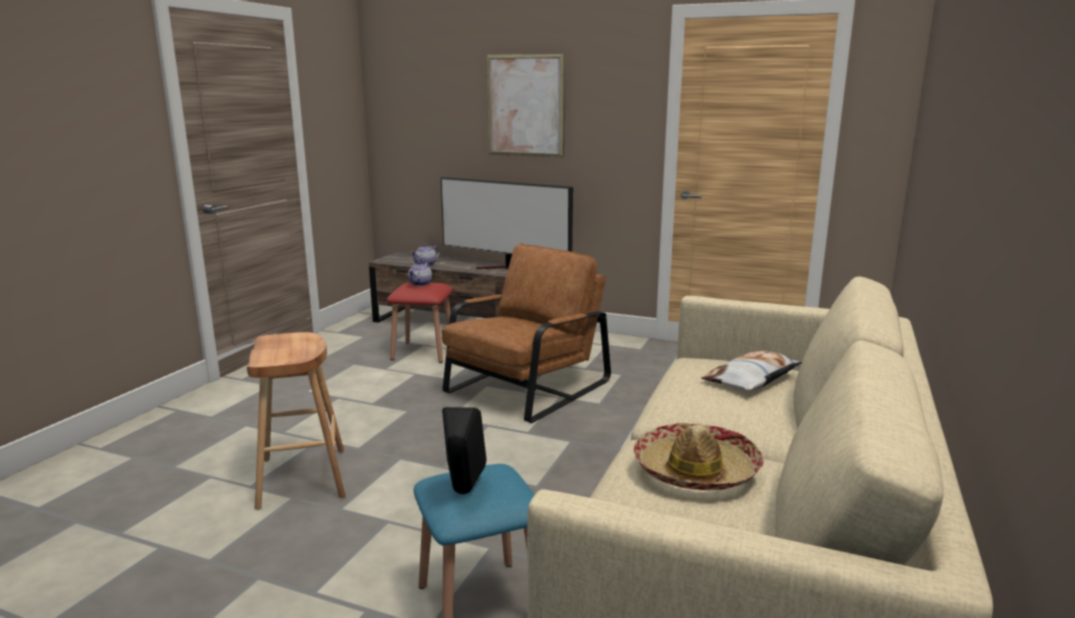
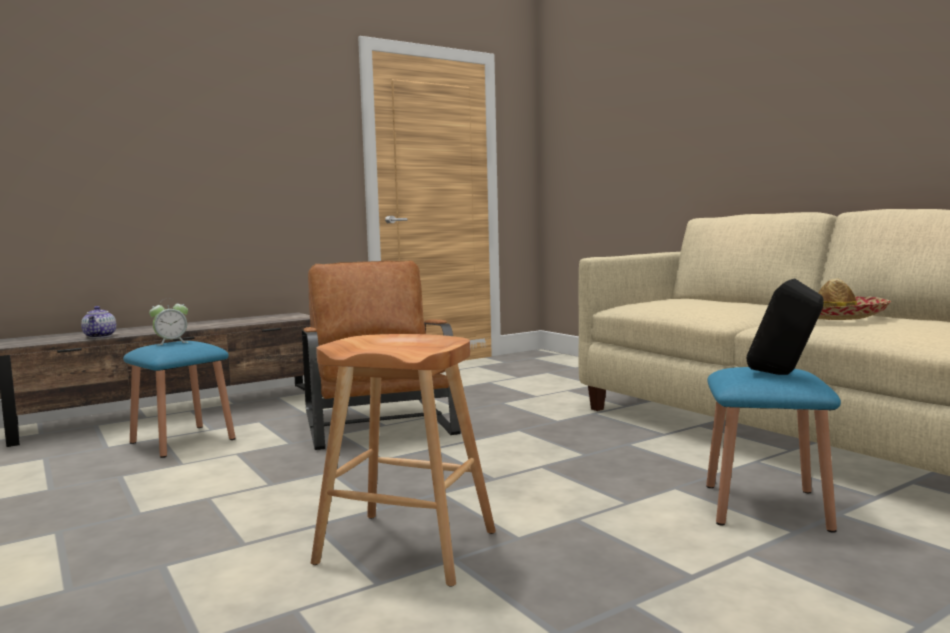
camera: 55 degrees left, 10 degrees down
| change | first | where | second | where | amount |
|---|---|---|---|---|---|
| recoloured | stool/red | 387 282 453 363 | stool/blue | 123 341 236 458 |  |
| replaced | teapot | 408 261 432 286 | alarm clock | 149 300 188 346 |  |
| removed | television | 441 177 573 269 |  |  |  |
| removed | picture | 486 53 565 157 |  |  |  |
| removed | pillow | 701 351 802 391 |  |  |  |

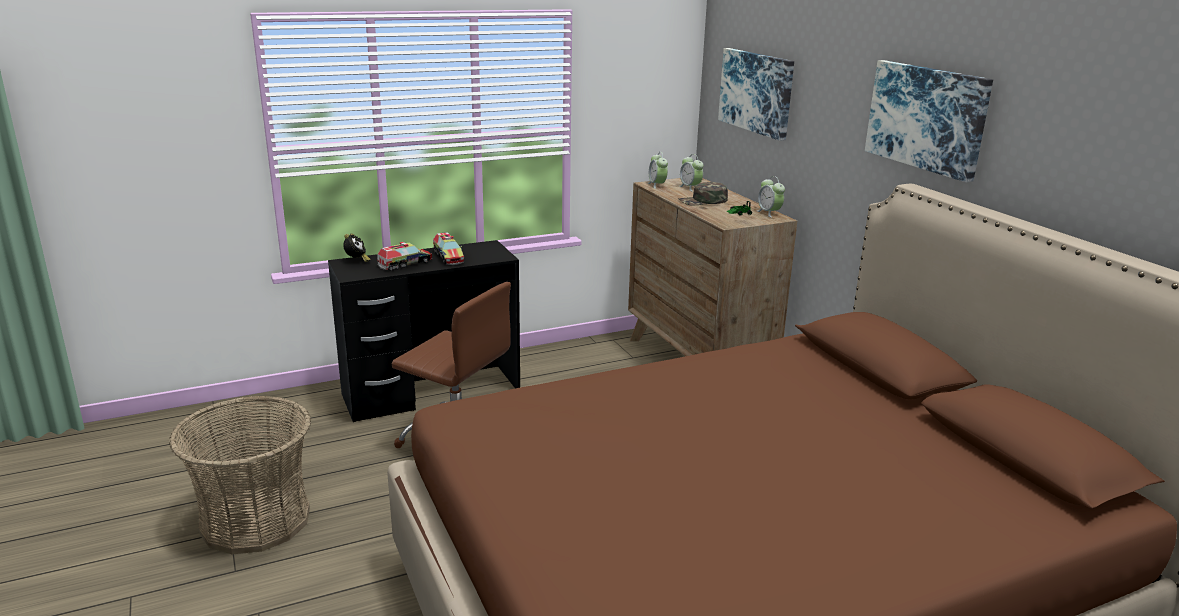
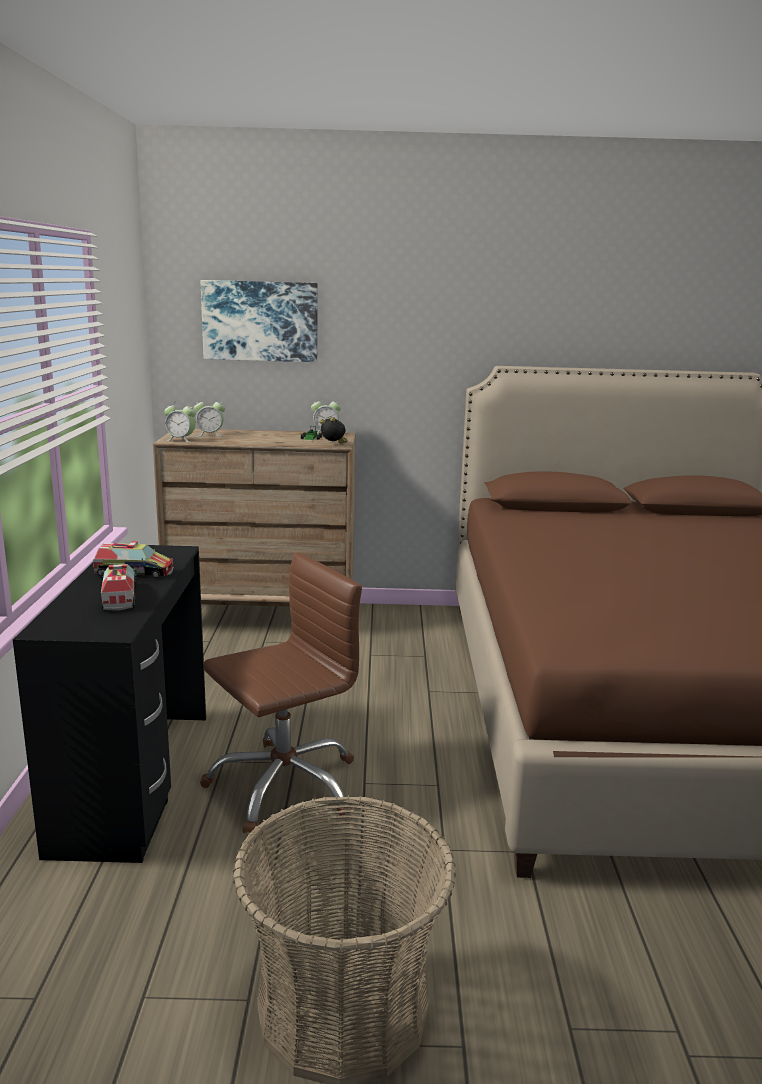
camera: 65 degrees left, 5 degrees down
| change | first | where | second | where | amount |
|---|---|---|---|---|---|
| moved | alarm clock | 343 233 371 262 |  | 320 417 348 443 |  |
| removed | cap/green | 678 182 728 206 |  |  |  |
| removed | picture | 865 60 993 183 |  |  |  |

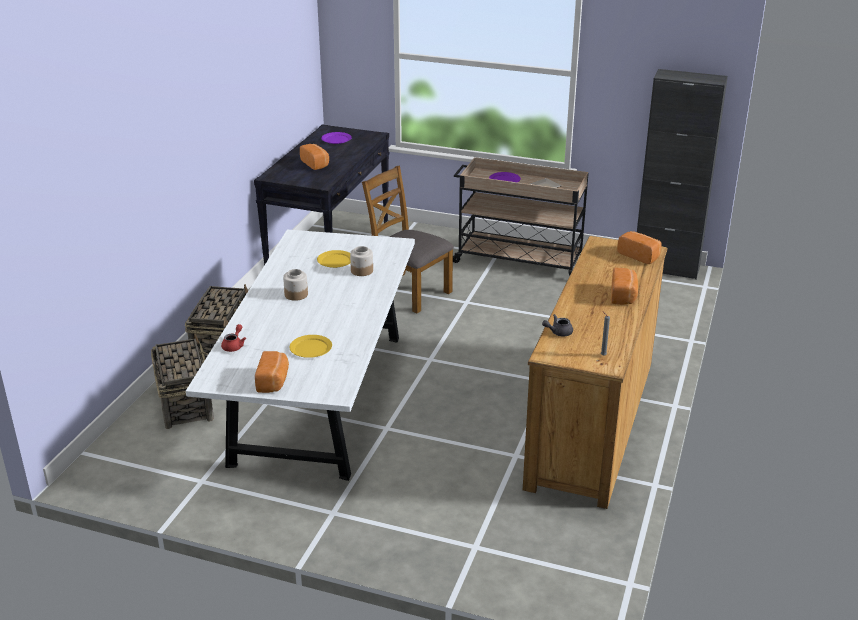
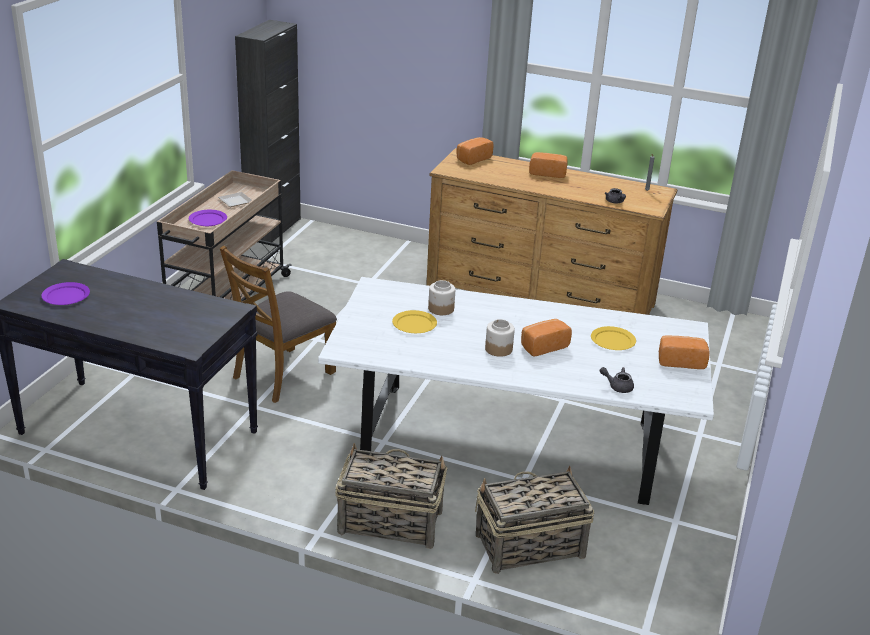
camera: 90 degrees left, 0 degrees up
| change | first | where | second | where | amount |
|---|---|---|---|---|---|
| recoloured | teapot/red | 221 324 246 352 | teapot/grey | 600 367 634 393 |  |
| moved | bread | 300 144 329 170 |  | 521 319 572 356 |  |

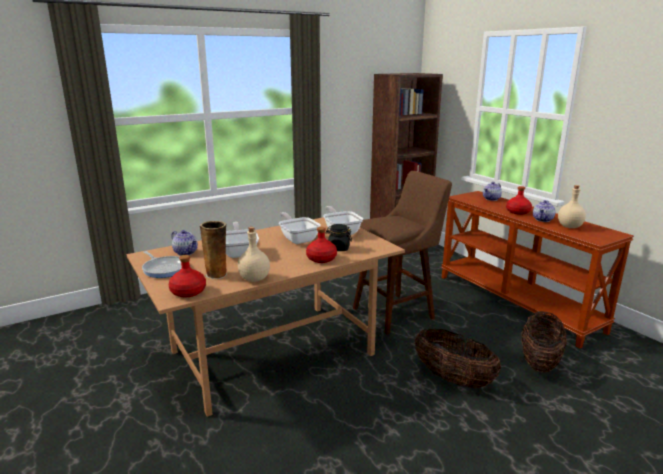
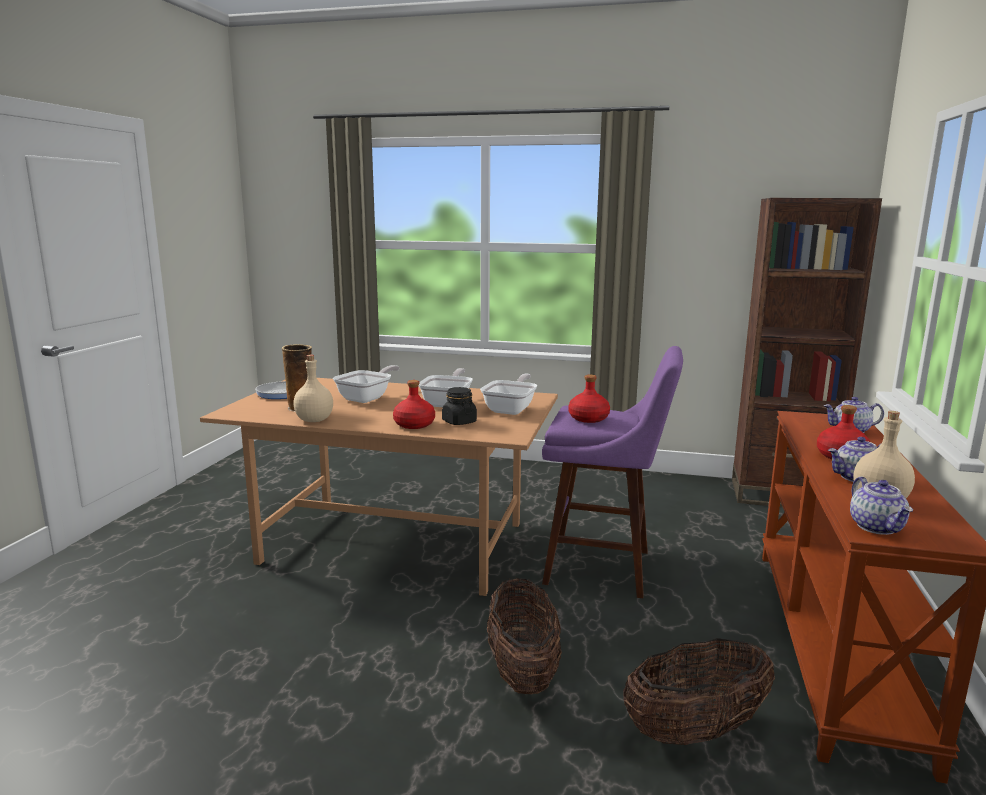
camera: 45 degrees right, 5 degrees down
| change | first | where | second | where | amount |
|---|---|---|---|---|---|
| moved | bottle/red | 169 255 206 297 |  | 568 375 610 423 |  |
| moved | teapot | 171 230 198 256 |  | 850 477 913 535 |  |
| recoloured | stool/brown | 353 171 452 335 | stool/purple | 542 346 683 598 |  |

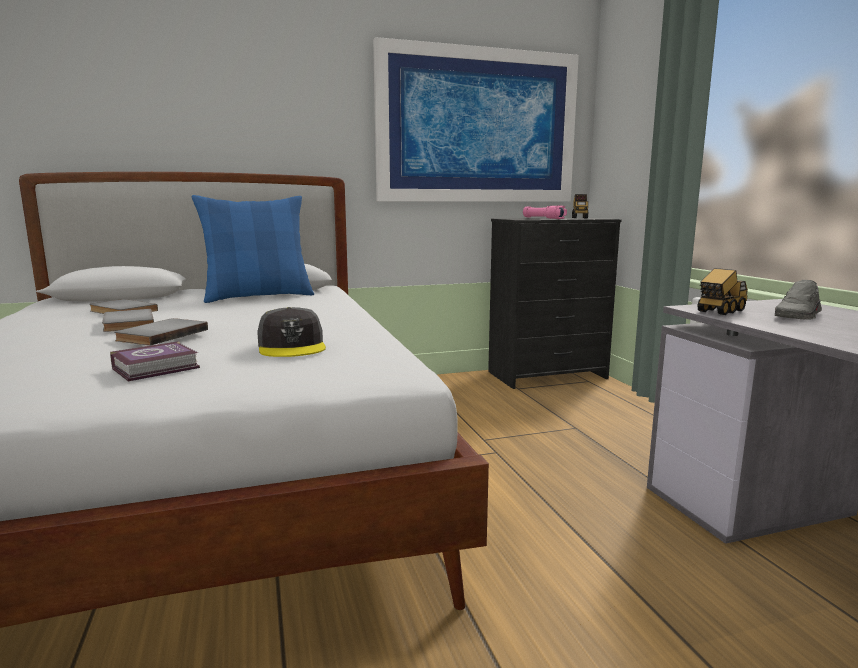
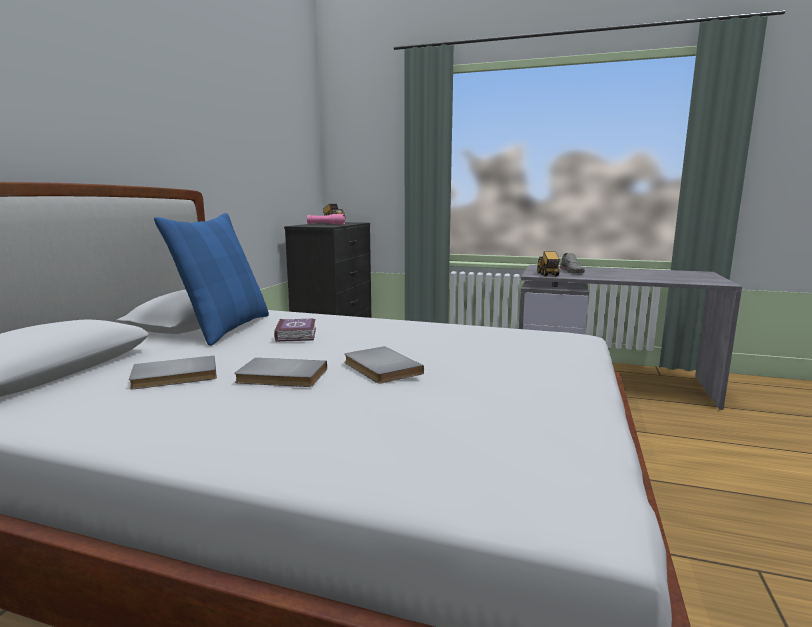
camera: 55 degrees left, 0 degrees up
| change | first | where | second | where | amount |
|---|---|---|---|---|---|
| moved | book | 110 341 200 381 |  | 274 319 316 342 |  |
| removed | cap/grey | 257 307 326 357 |  |  |  |
| removed | picture | 373 37 579 202 |  |  |  |

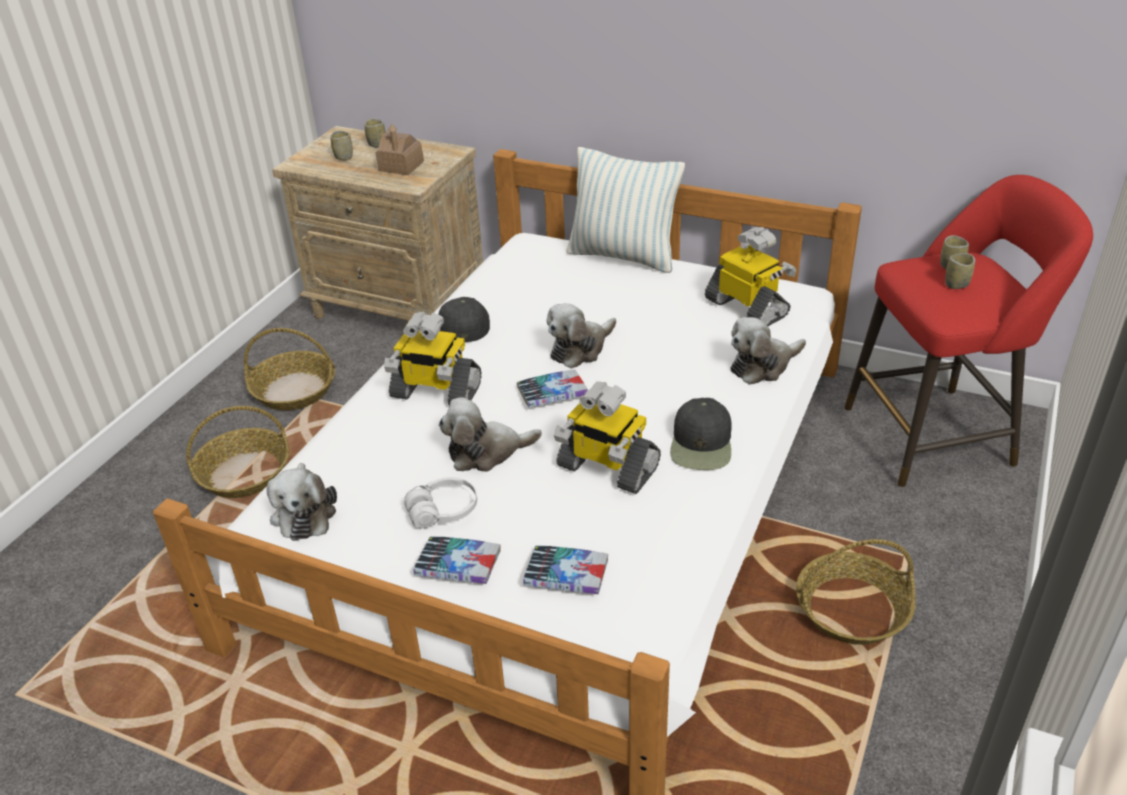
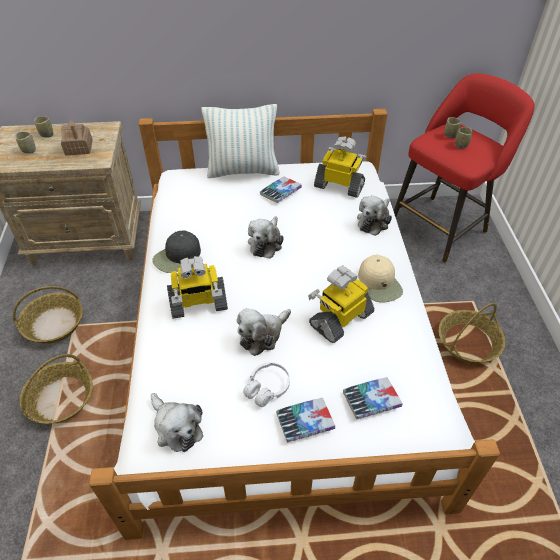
camera: 30 degrees left, 10 degrees up
| change | first | where | second | where | amount |
|---|---|---|---|---|---|
| moved | book | 517 369 588 408 |  | 260 177 302 203 |  |
| turned | toy robot | 554 382 661 494 |  | 308 265 374 343 | 135 degrees clockwise |
| recoloured | cap/black | 670 398 732 470 | cap/beige | 358 255 403 302 |  |

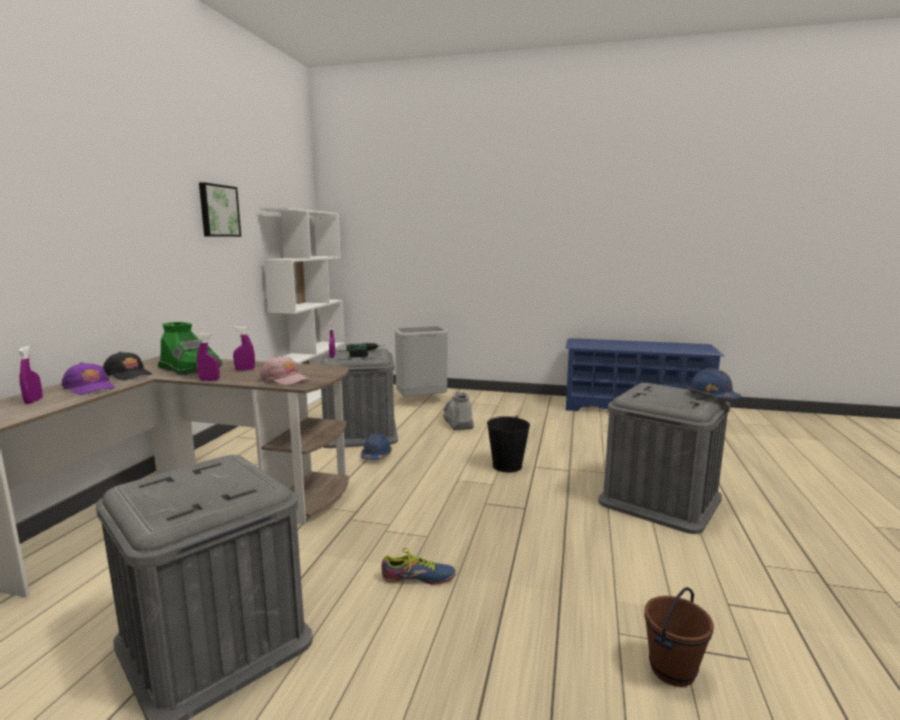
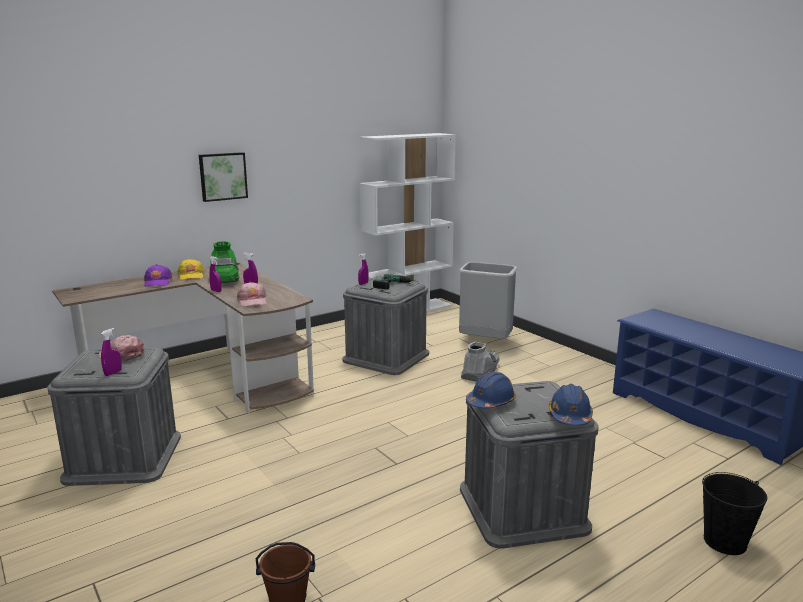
camera: 40 degrees right, 5 degrees up
| change | first | where | second | where | amount |
|---|---|---|---|---|---|
| moved | spray bottle/purple | 18 345 42 404 |  | 101 328 122 376 |  |
| recoloured | cap/black | 103 352 152 380 | cap/yellow | 177 259 204 280 |  |
| moved | picture | 199 182 241 237 |  | 199 152 248 202 |  |
| moved | hard hat/blue | 361 433 392 460 |  | 466 372 516 409 |  |
| removed | shoe | 381 548 456 584 |  |  |  |
| moved | bucket/black | 487 416 530 472 |  | 702 472 767 555 |  |
| added |  |  | cap/pink | 99 335 144 361 |  |

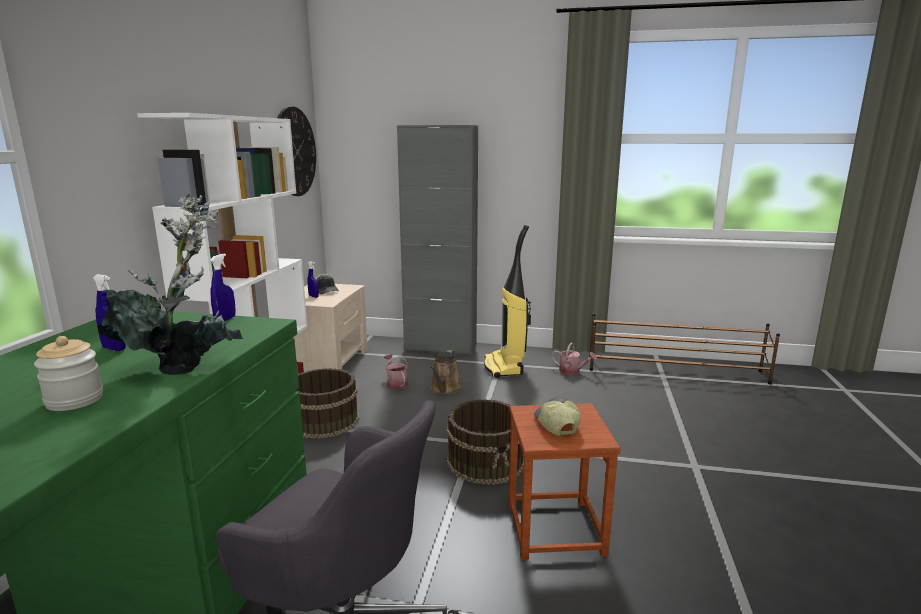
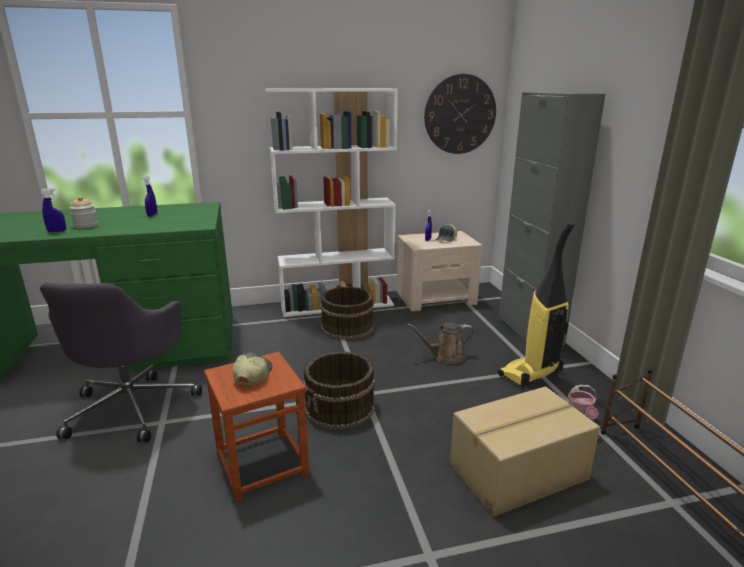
camera: 65 degrees right, 5 degrees up
| change | first | where | second | where | amount |
|---|---|---|---|---|---|
| removed | potted plant | 97 194 243 375 |  |  |  |
| moved | spray bottle/blue | 210 253 236 321 |  | 40 188 66 232 |  |
| removed | watering can | 384 354 408 390 |  |  |  |
| turned | cap | 534 397 581 436 |  | 233 352 272 386 | 45 degrees counterclockwise |
| added |  |  | cardboard box | 450 386 600 517 |  |

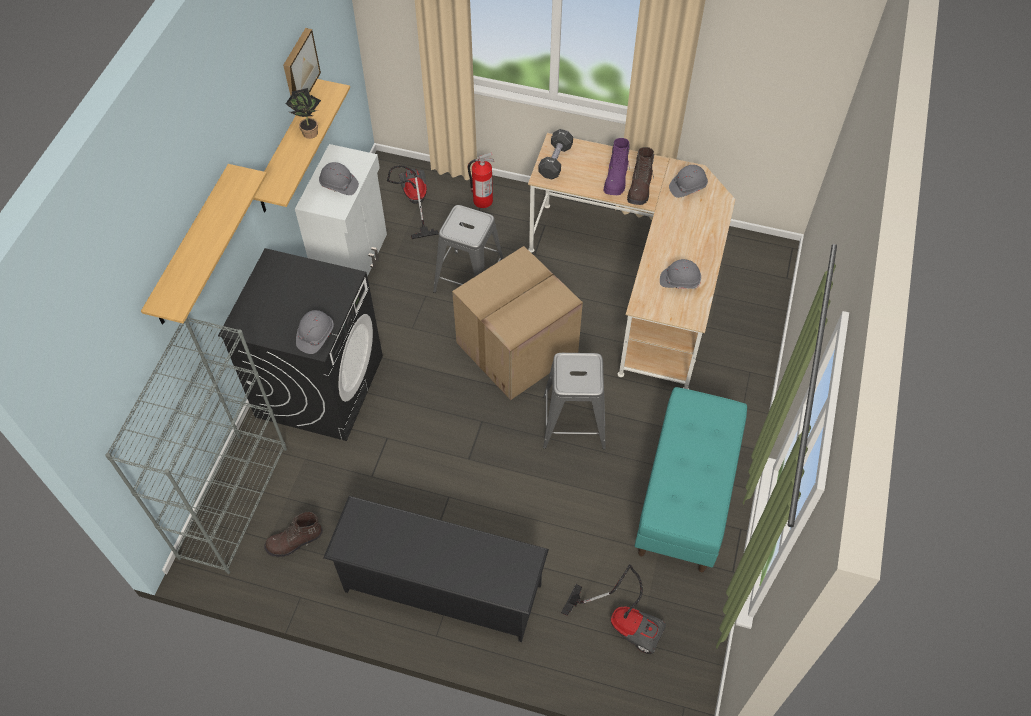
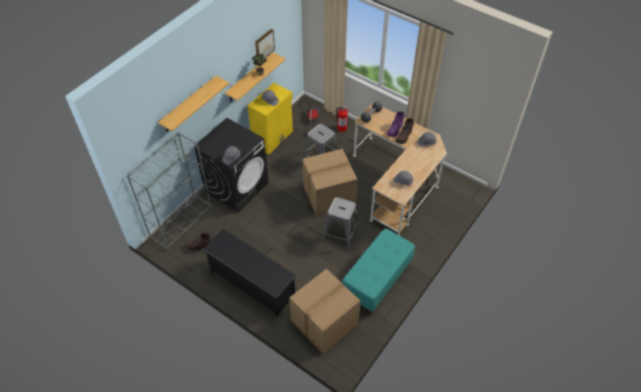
camera: 20 degrees right, 5 degrees down
| change | first | where | second | where | amount |
|---|---|---|---|---|---|
| recoloured | cabinet/white | 295 144 387 277 | cabinet/yellow | 247 83 293 155 |  |
| replaced | vacuum cleaner | 561 564 666 654 | cardboard box | 289 269 361 354 |  |

